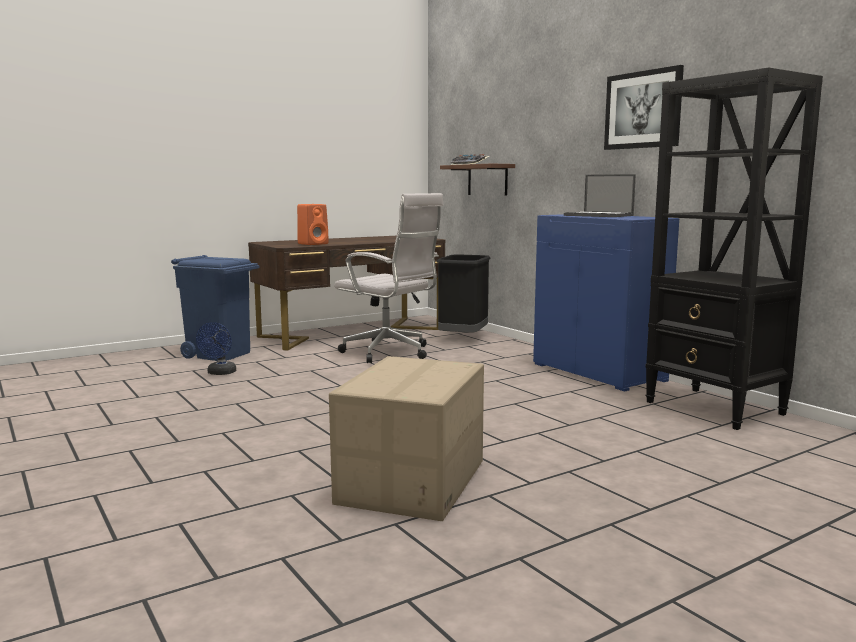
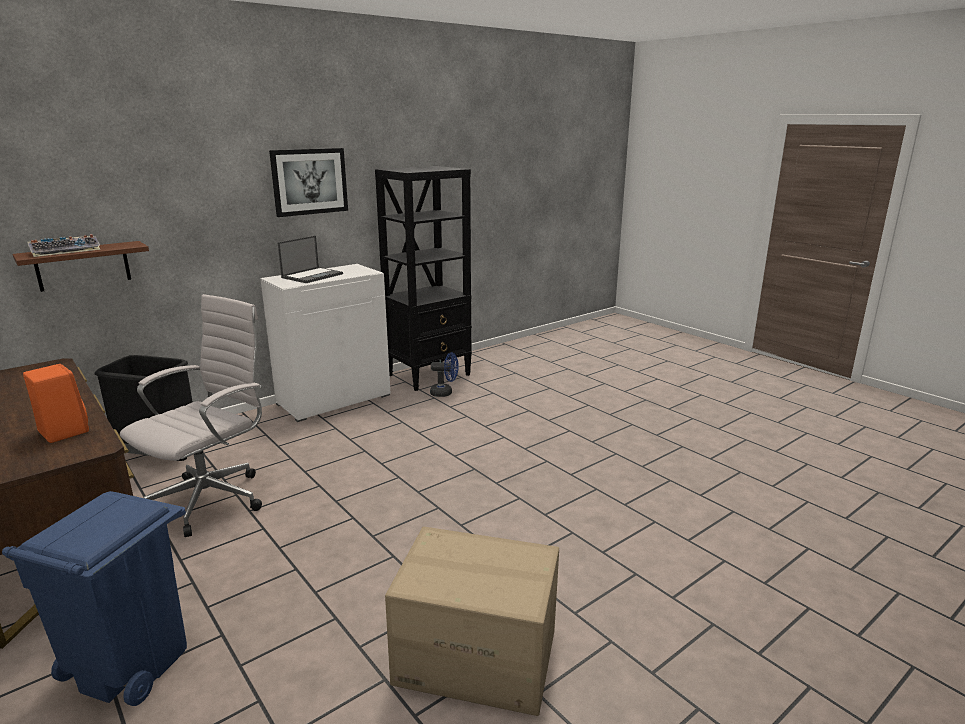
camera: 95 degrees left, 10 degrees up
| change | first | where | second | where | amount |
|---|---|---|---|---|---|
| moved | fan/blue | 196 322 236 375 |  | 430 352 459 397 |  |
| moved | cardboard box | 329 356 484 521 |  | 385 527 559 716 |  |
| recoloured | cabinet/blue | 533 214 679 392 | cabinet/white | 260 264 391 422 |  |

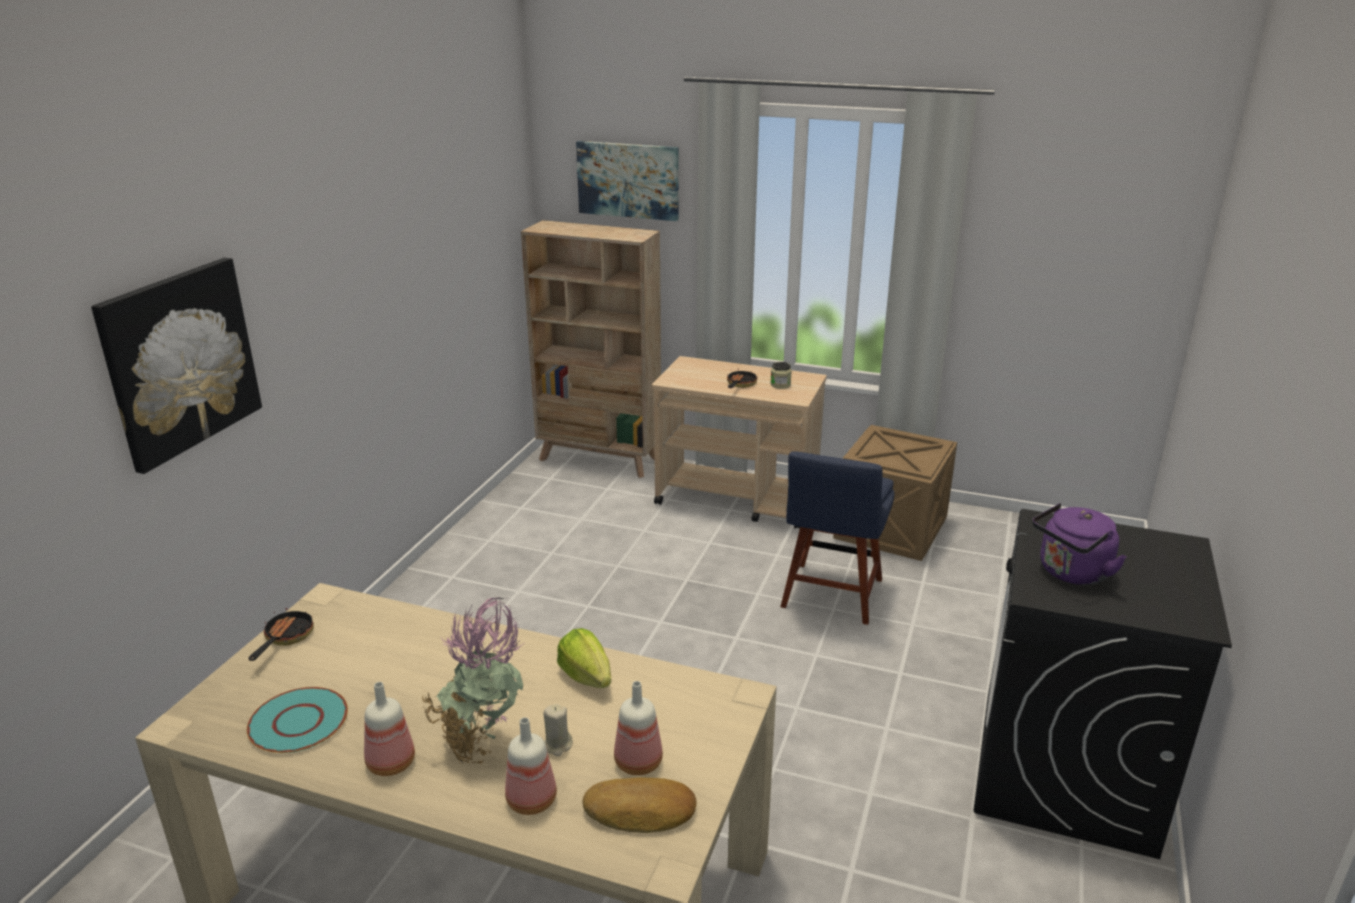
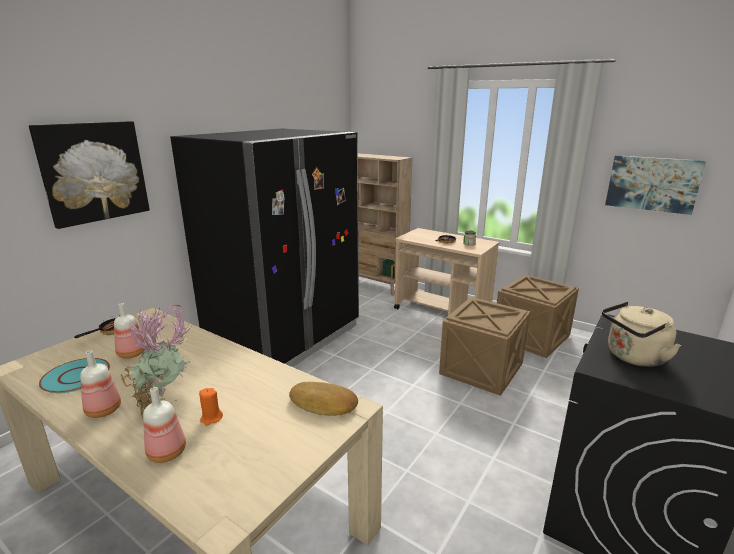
camera: 15 degrees right, 5 degrees down
| change | first | where | second | where | amount |
|---|---|---|---|---|---|
| recoloured | candle/beige | 544 704 573 756 | candle/orange | 199 388 223 426 |  |
| removed | lettuce | 557 628 611 688 |  |  |  |
| moved | picture | 576 141 678 221 |  | 605 155 706 215 |  |
| moved | bread | 583 778 697 833 |  | 289 382 358 416 |  |
| moved | bottle | 614 681 663 775 |  | 114 303 145 359 |  |
| replaced | chair/blue | 780 451 895 625 | crate | 439 297 530 396 |  |
| recoloured | kettle/purple | 1032 503 1126 585 | kettle/beige | 602 301 681 367 |  |
| added |  |  | fridge/black | 170 129 359 367 |  |

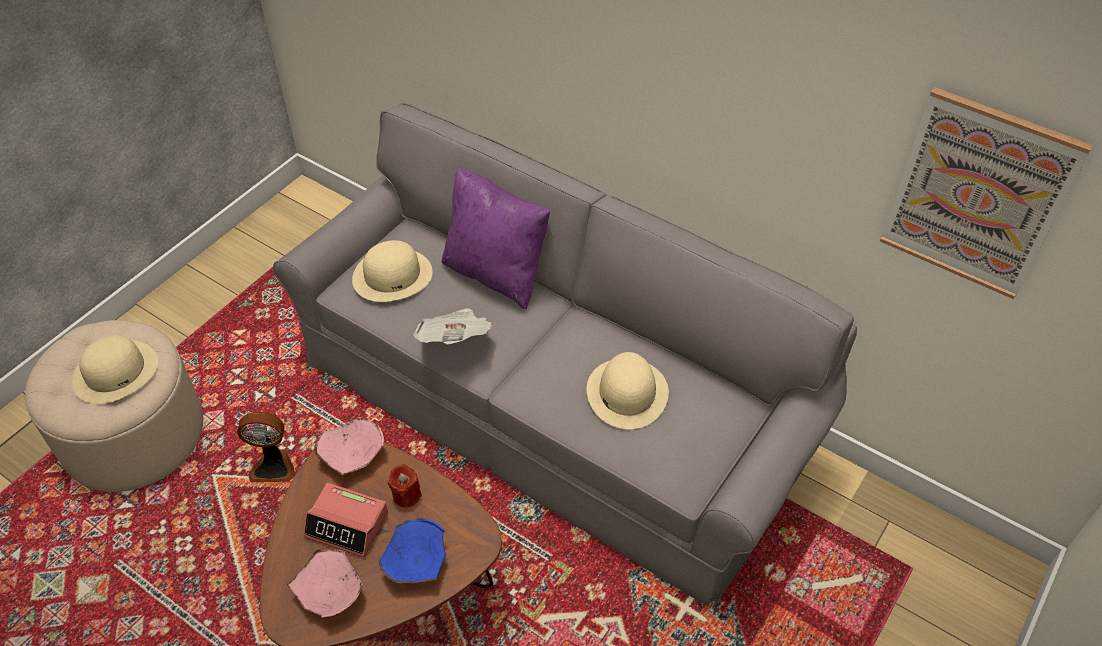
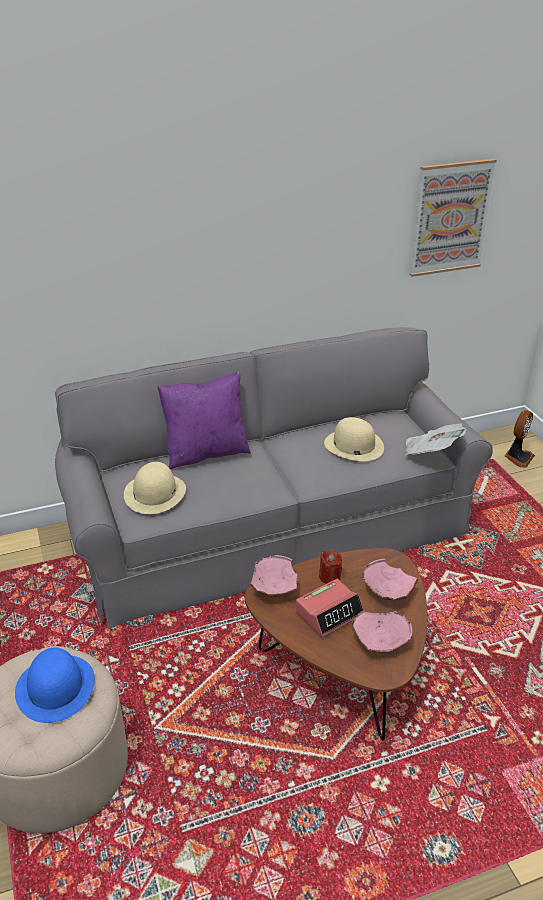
camera: 55 degrees left, 15 degrees down
| change | first | where | second | where | amount |
|---|---|---|---|---|---|
| recoloured | hat/beige | 72 335 158 404 | hat/blue | 15 647 95 723 |  |
| moved | fan | 237 412 295 482 |  | 505 410 535 468 |  |
| recoloured | bowl/blue | 378 518 446 584 | bowl/pink | 362 559 419 600 |  |
| moved | newspaper | 413 308 493 345 |  | 405 423 466 455 |  |

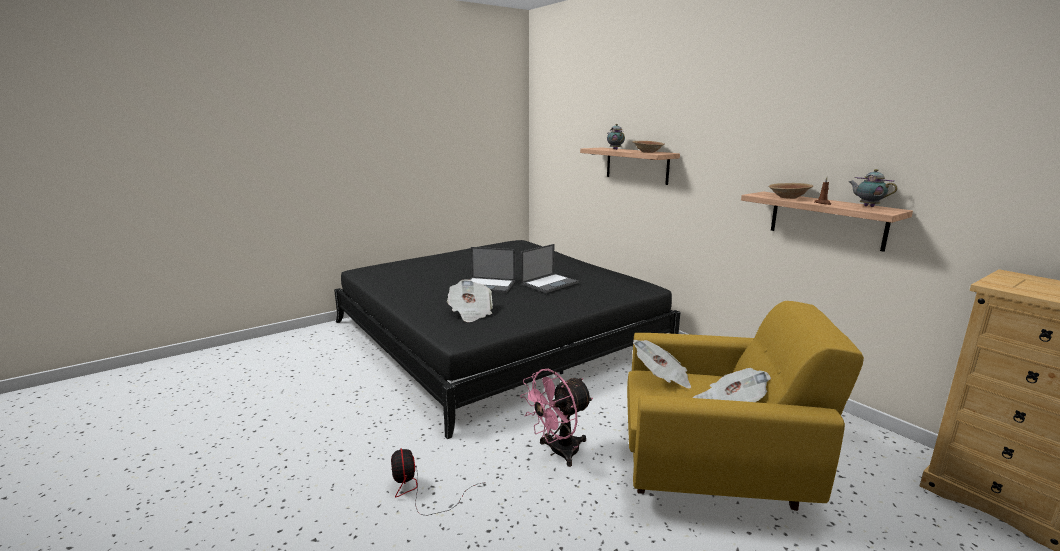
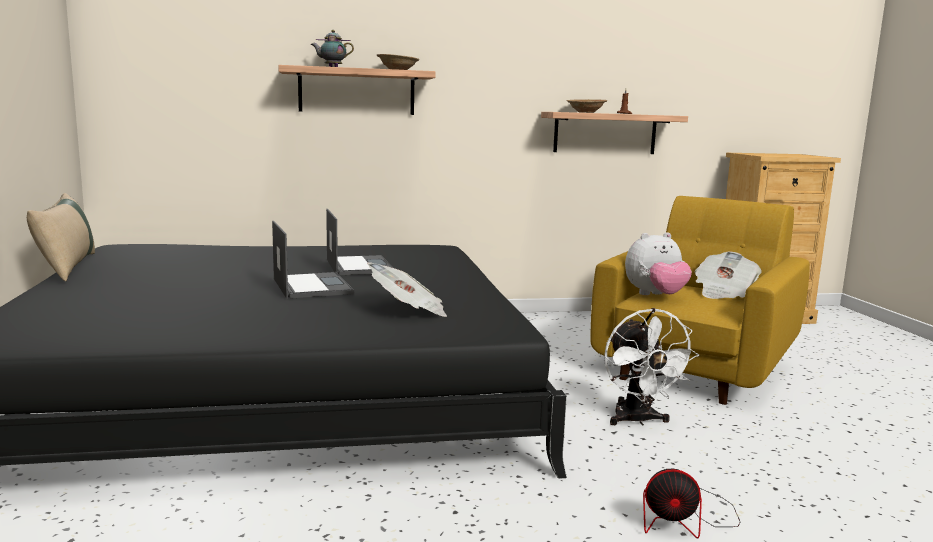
camera: 65 degrees left, 5 degrees down
| change | first | where | second | where | amount |
|---|---|---|---|---|---|
| turned | laptop | 469 247 515 293 |  | 272 221 354 299 | 60 degrees counterclockwise |
| recoloured | fan/pink | 520 369 593 467 | fan/white | 604 308 699 425 |  |
| replaced | newspaper | 633 340 691 389 | plush toy | 625 232 692 295 |  |
| removed | teapot | 849 169 897 207 |  |  |  |
| added |  |  | pillow/beige | 27 193 95 281 |  |

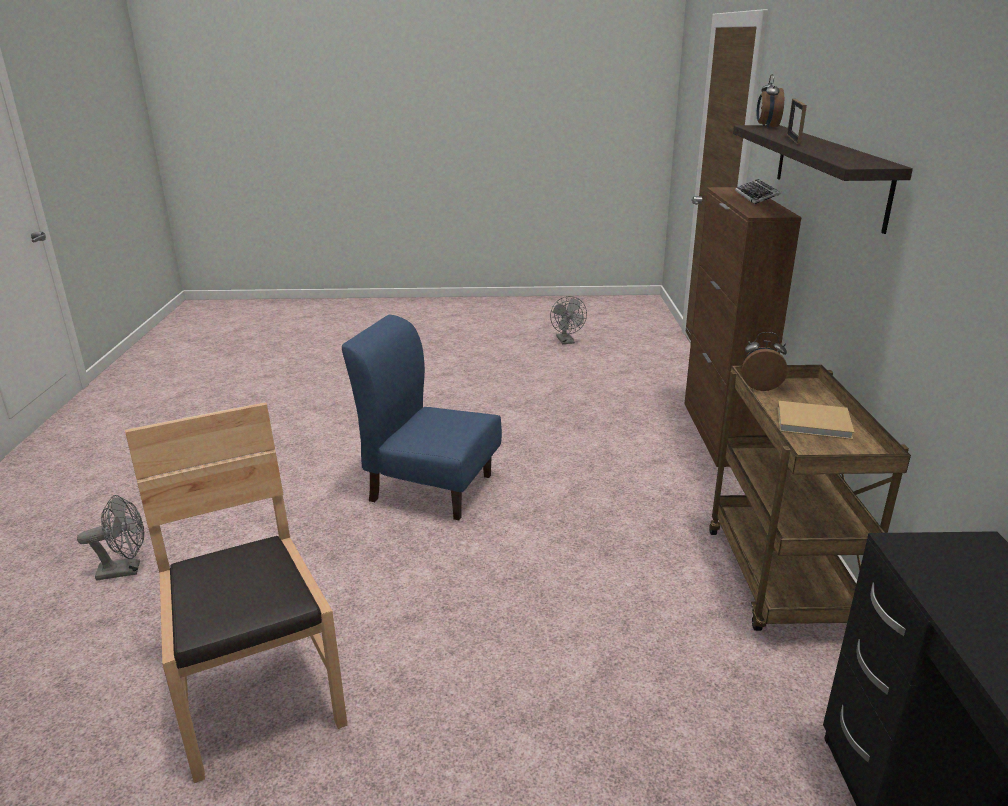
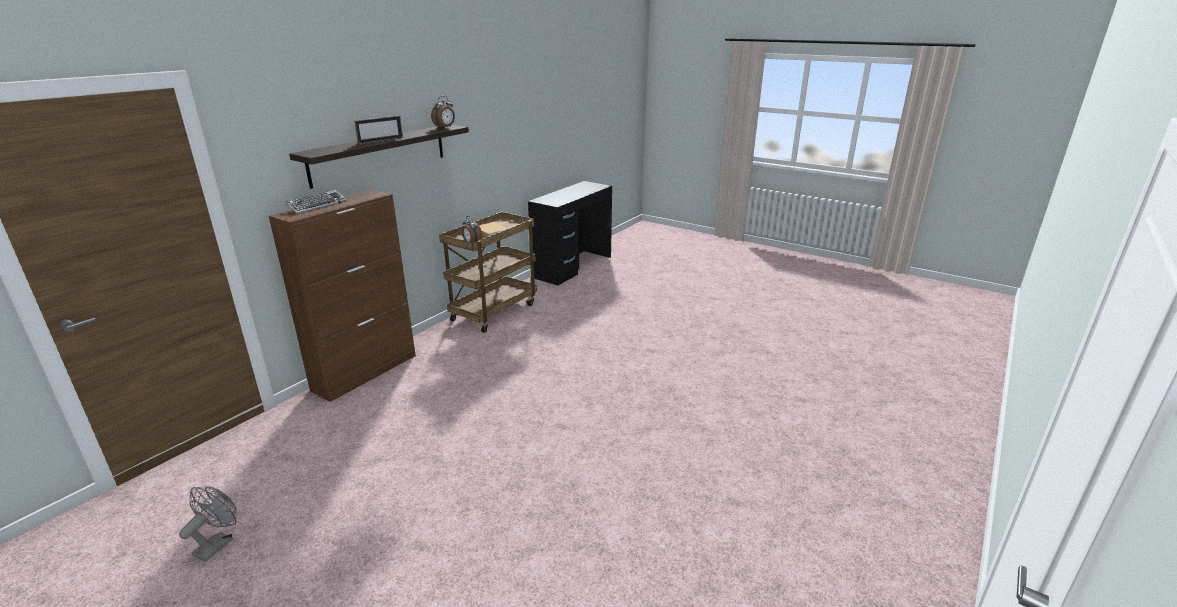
camera: 145 degrees left, 0 degrees up
| change | first | where | second | where | amount |
|---|---|---|---|---|---|
| removed | fan/grey | 77 495 144 580 |  |  |  |
| removed | chair/brown | 125 402 348 783 |  |  |  |
| removed | chair/blue | 342 314 502 520 |  |  |  |
| moved | alarm clock | 756 74 784 128 |  | 431 96 455 128 |  |

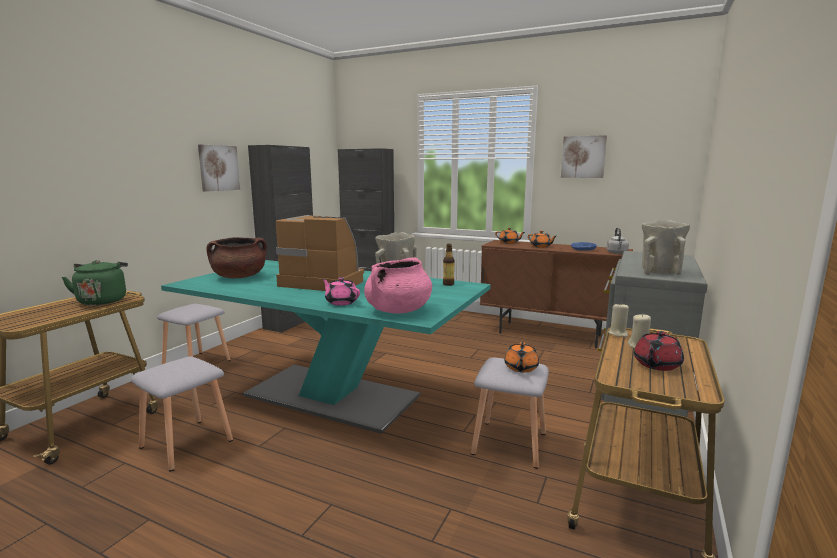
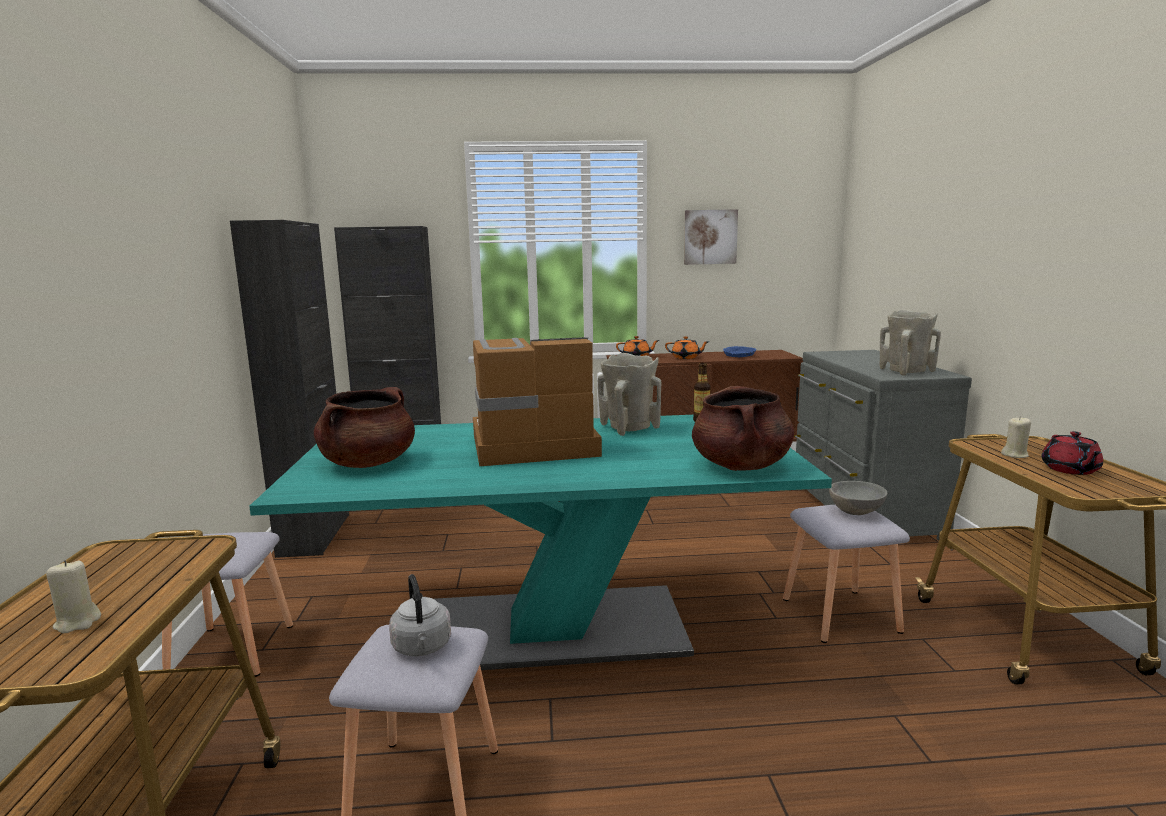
camera: 30 degrees left, 0 degrees up
| change | first | where | second | where | amount |
|---|---|---|---|---|---|
| removed | kettle/green | 62 260 128 305 |  |  |  |
| removed | picture | 198 144 240 192 |  |  |  |
| removed | teapot/pink | 322 277 360 306 |  |  |  |
| recoloured | cooking pot/pink | 364 258 432 314 | cooking pot/brown | 692 386 794 471 |  |
| replaced | teapot/orange | 504 342 539 372 | bowl/grey | 829 481 887 515 |  |
| moved | kettle/grey | 607 228 629 254 |  | 389 574 451 656 |  |
| moved | candle/beige | 609 303 629 337 |  | 46 560 101 633 |  |

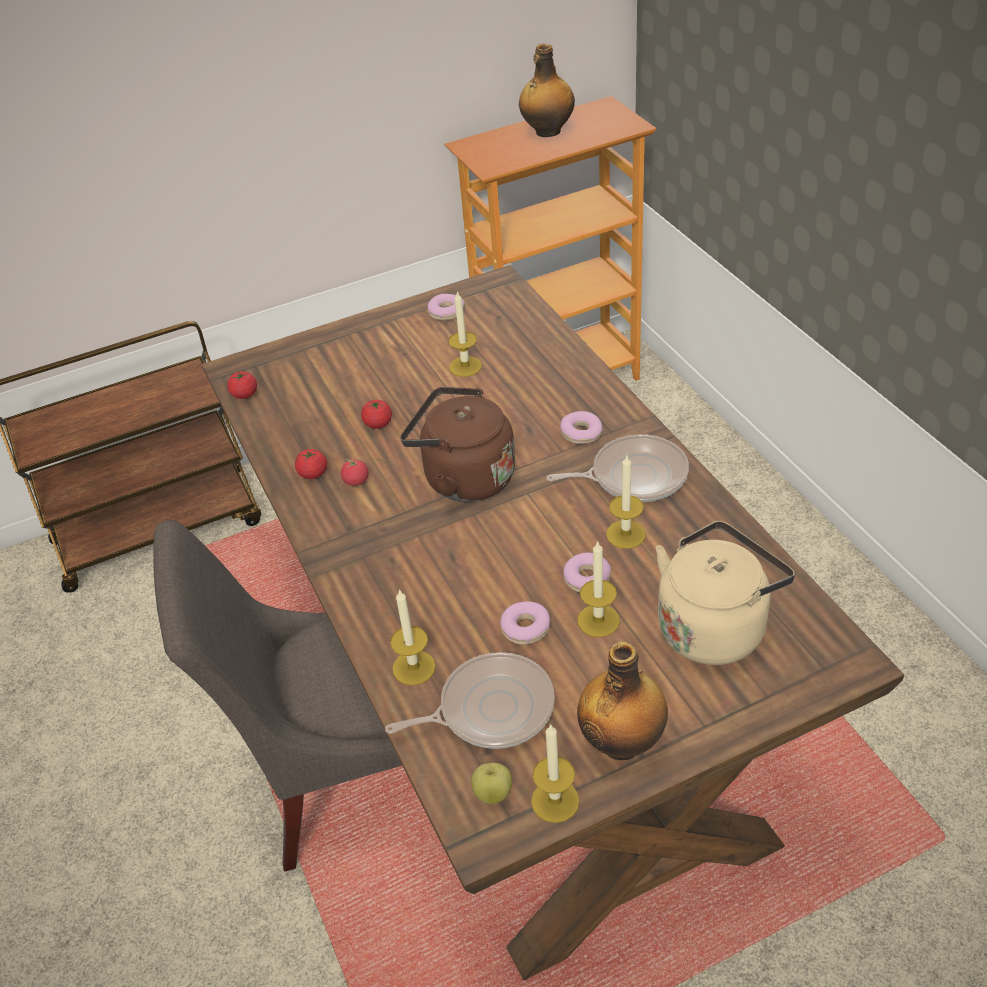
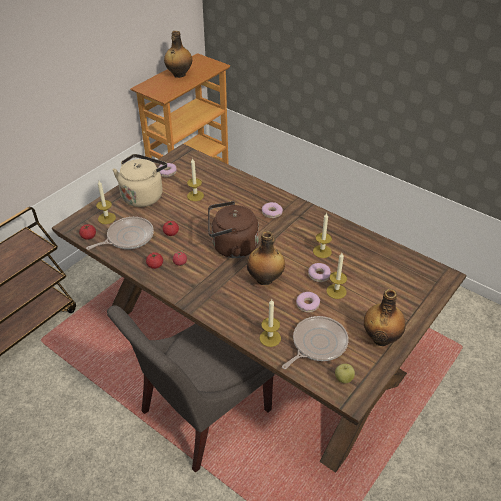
camera: 30 degrees left, 0 degrees up
| change | first | where | second | where | amount |
|---|---|---|---|---|---|
| moved | candle | 531 724 580 823 |  | 96 181 116 224 |  |
| moved | frying pan | 546 434 689 502 |  | 86 217 154 250 |  |
| moved | kettle/beige | 656 521 795 665 |  | 112 154 167 207 |  |
| added |  |  | bottle | 247 231 285 285 |  |

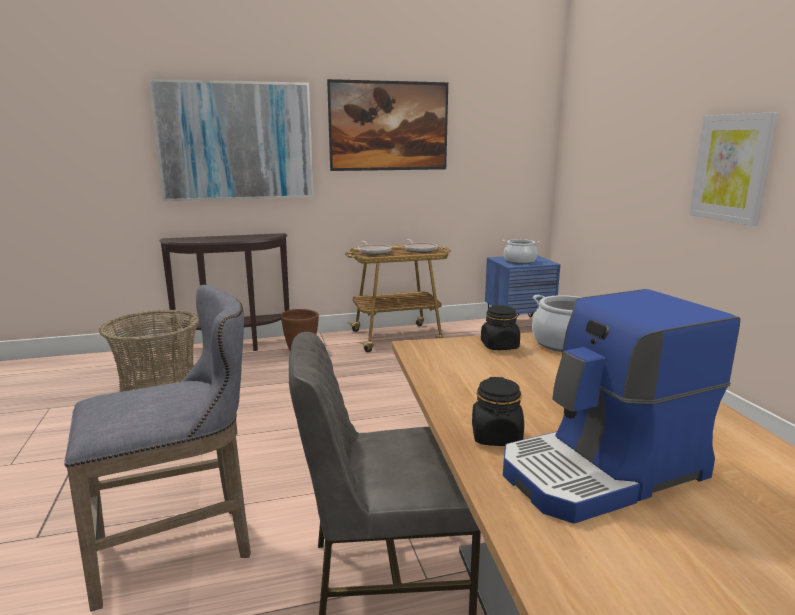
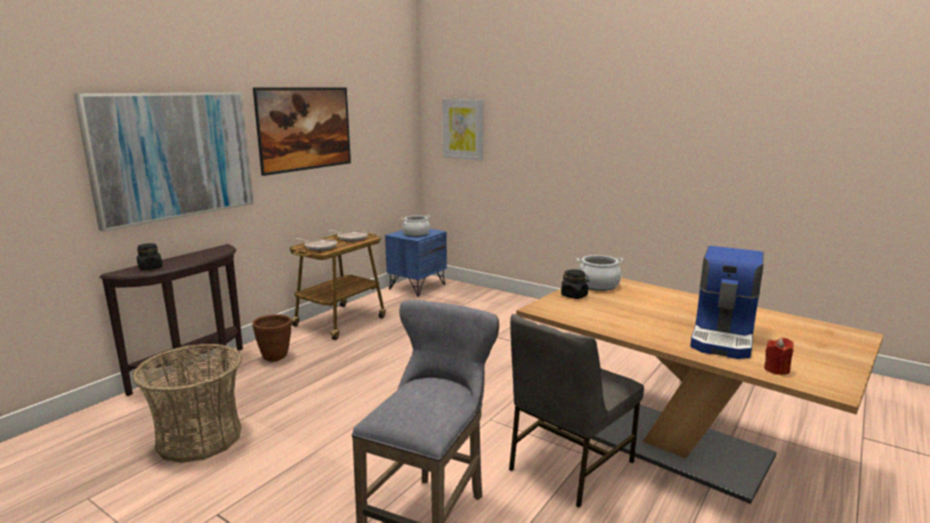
camera: 40 degrees left, 0 degrees up
| change | first | where | second | where | amount |
|---|---|---|---|---|---|
| moved | jar/black | 472 377 524 446 |  | 137 243 163 270 |  |
| moved | picture | 689 112 779 226 |  | 443 99 484 161 |  |
| added |  |  | candle/red | 764 338 793 375 |  |

